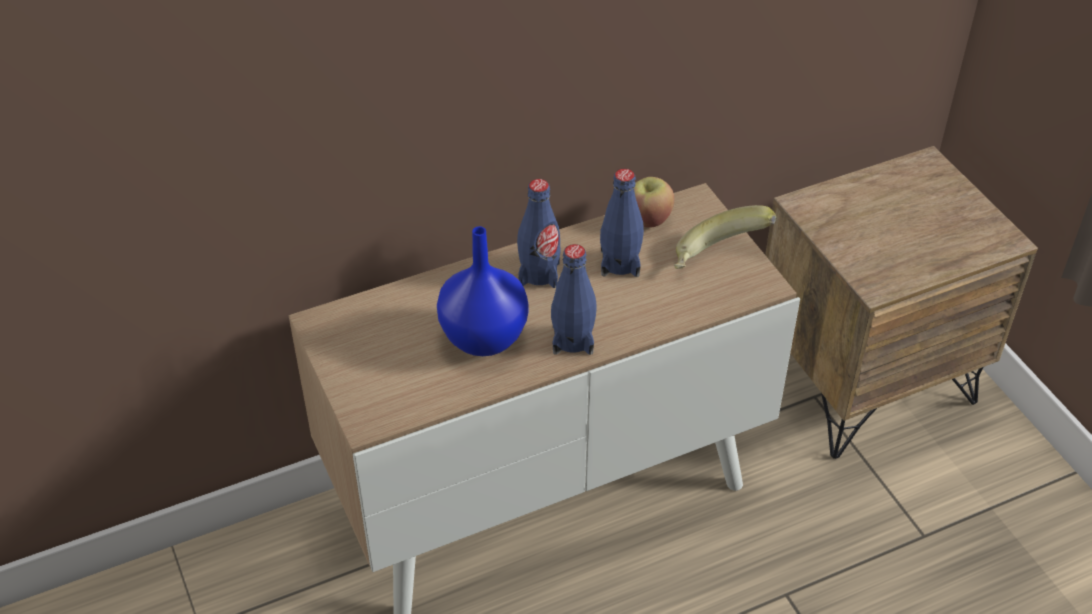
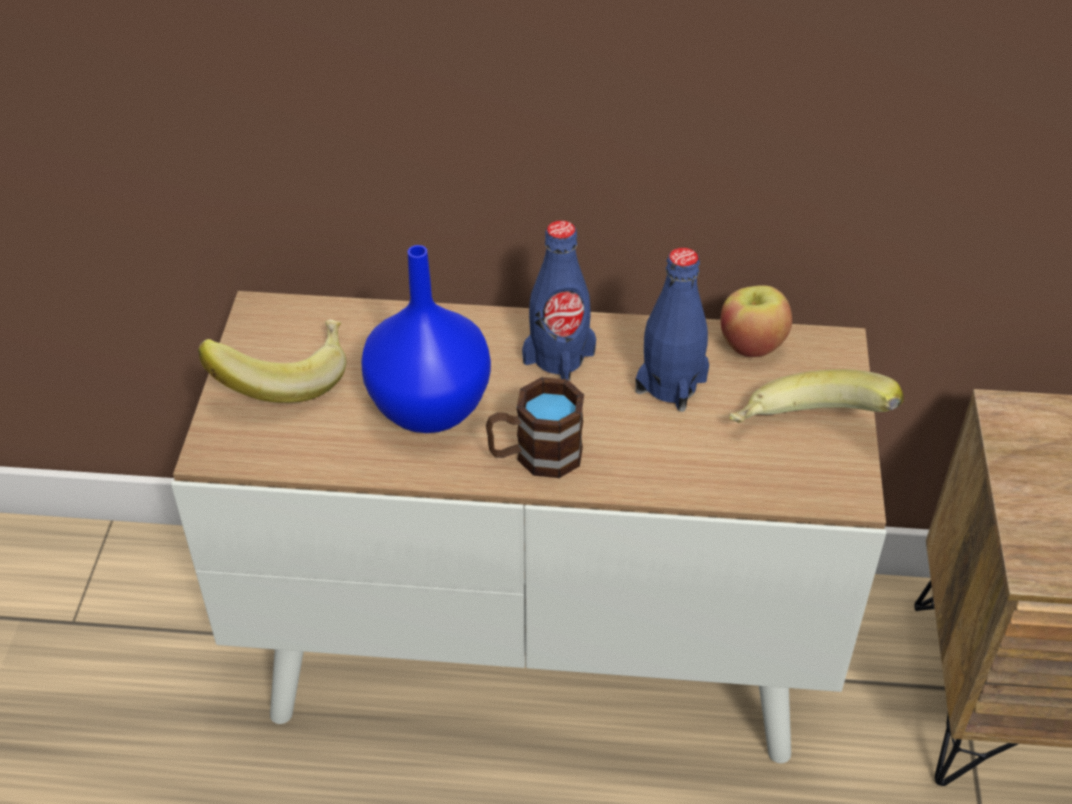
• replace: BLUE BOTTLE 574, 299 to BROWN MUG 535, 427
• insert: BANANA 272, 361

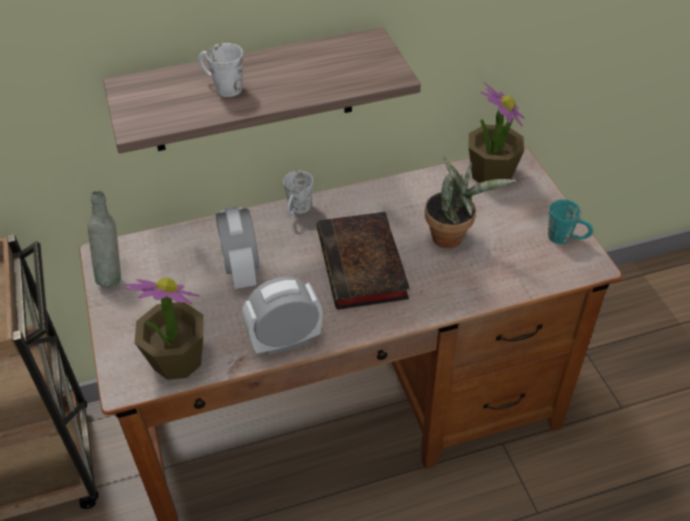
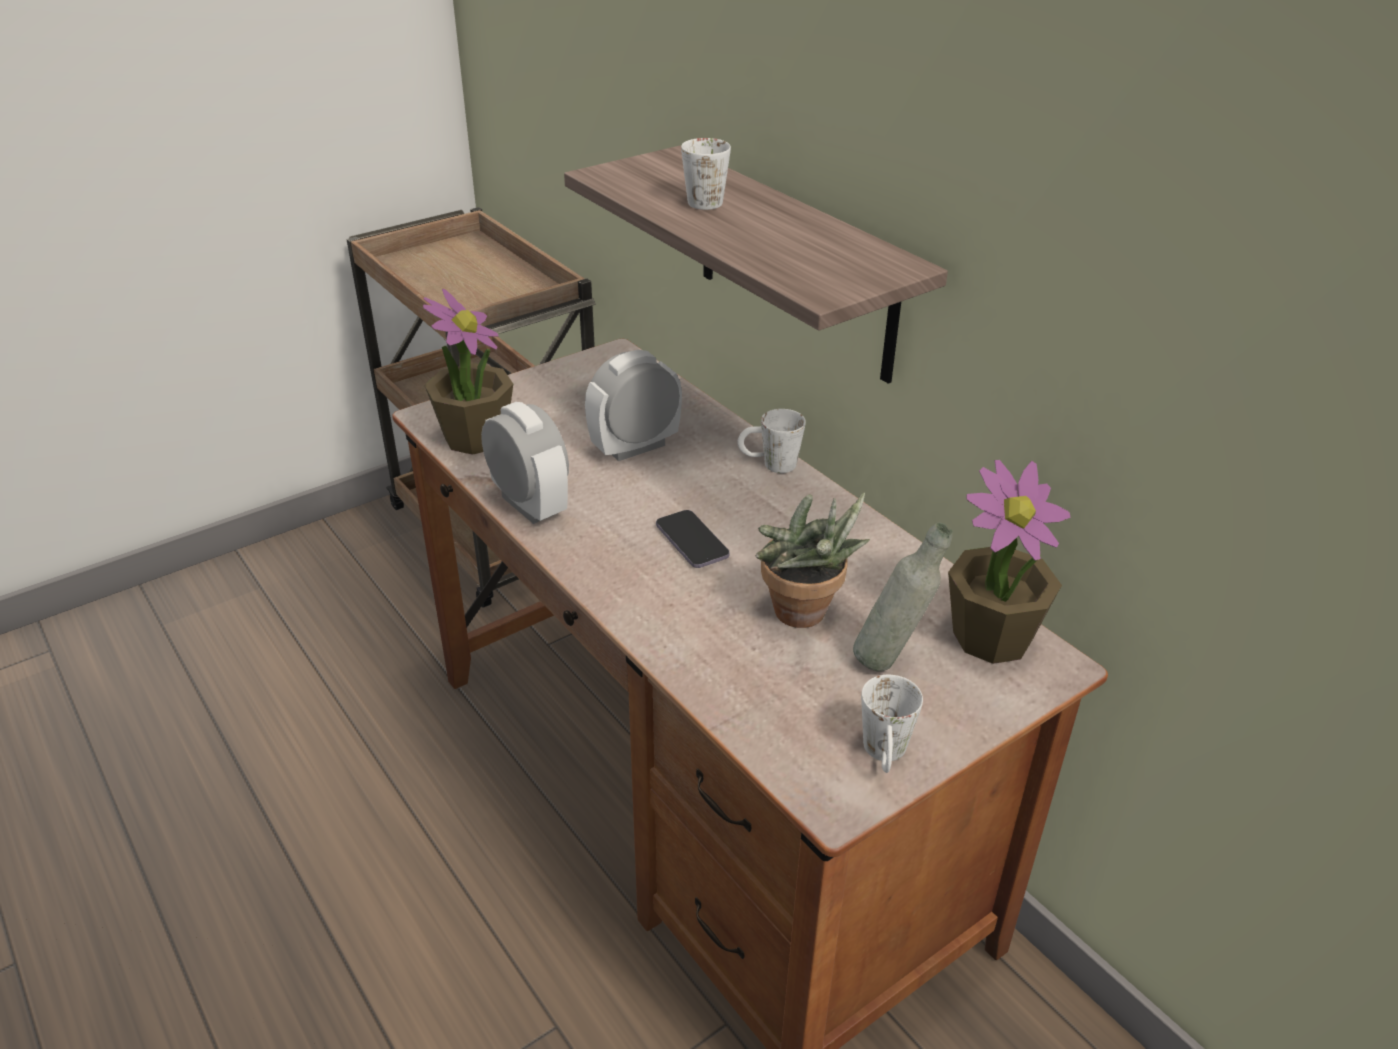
• move: GREY BOTTLE 104, 239 to 903, 597
• replace: BOOK 363, 261 to PHONE 693, 539
• recolor: TURQUOISE MUG 570, 221 to WHITE MUG 892, 724

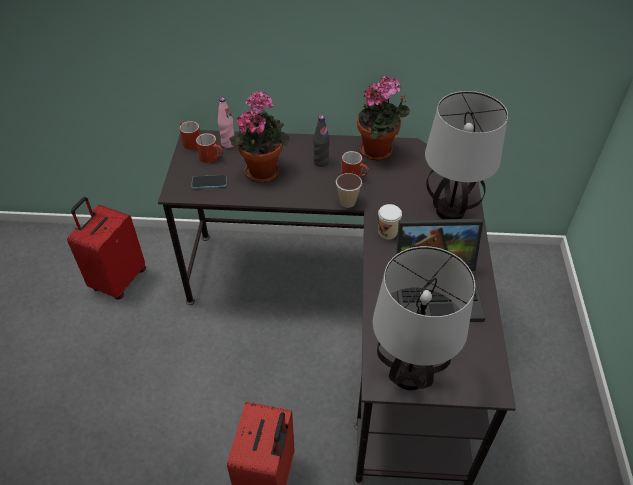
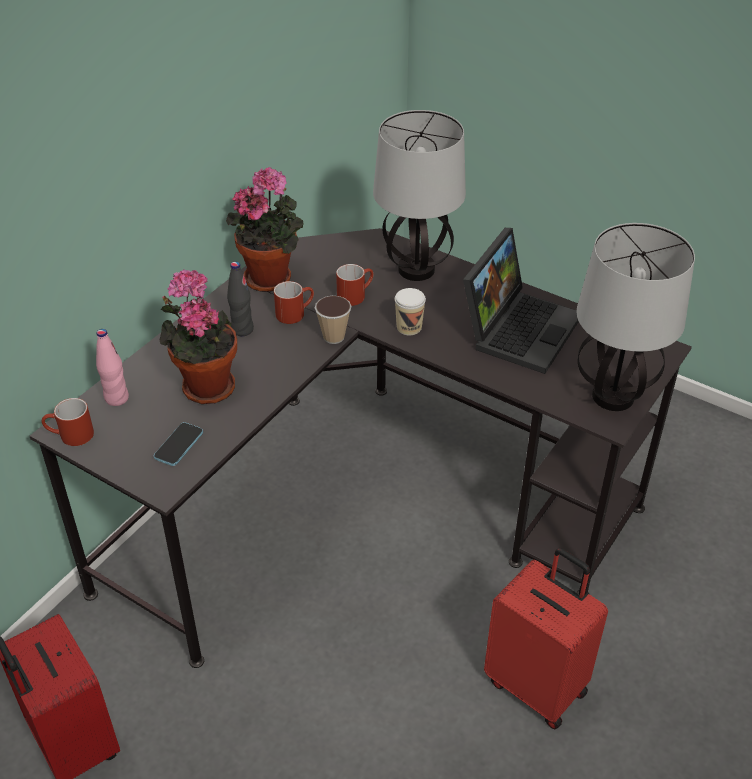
• move: RED MUG 209, 148 to 355, 285

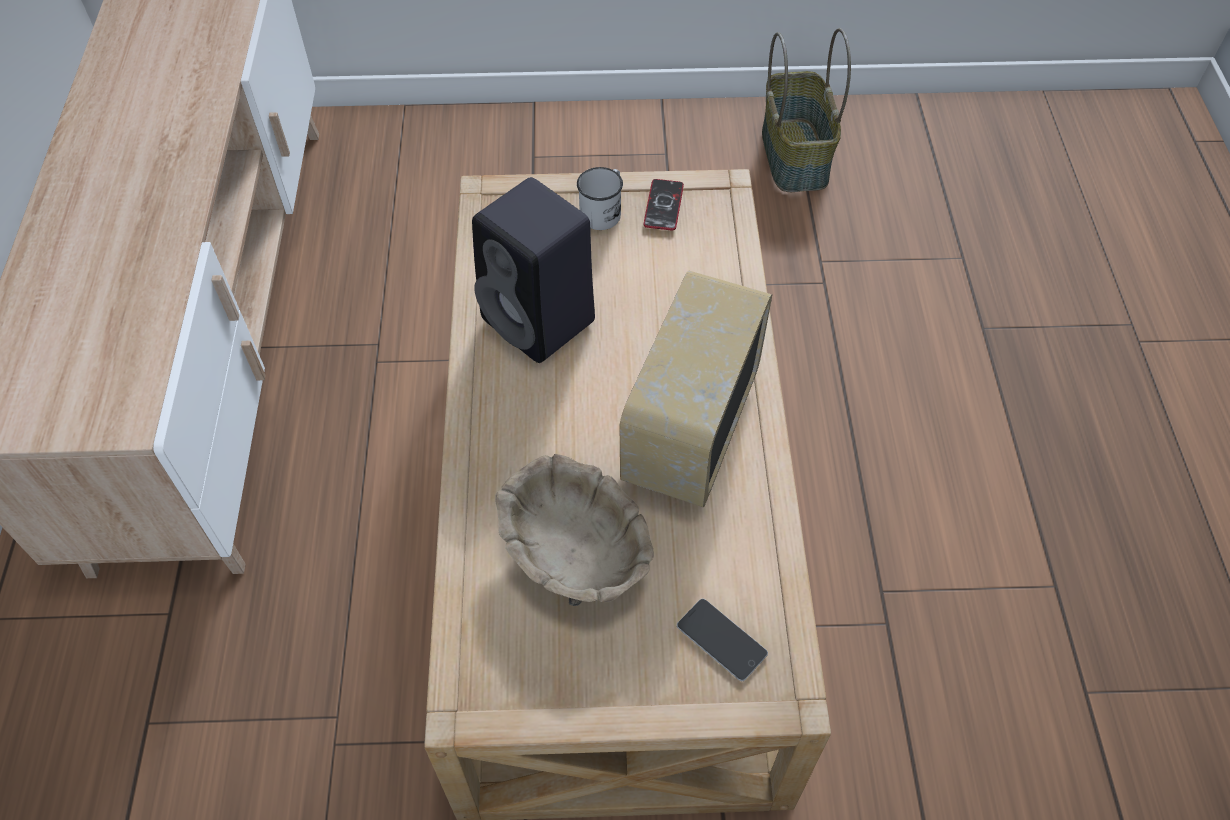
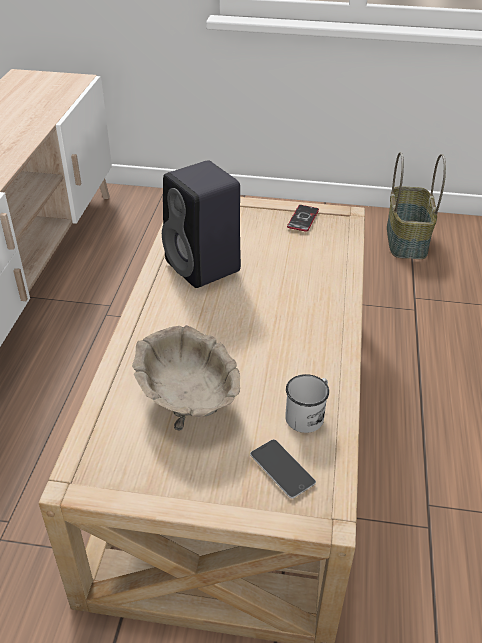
• move: WHITE MUG 600, 198 to 307, 403
• delete: RADIO 696, 389

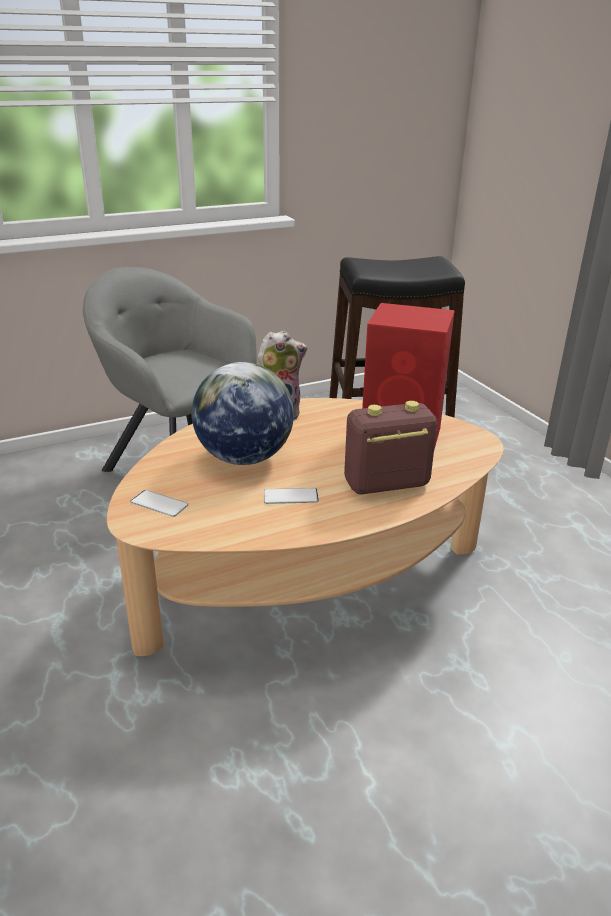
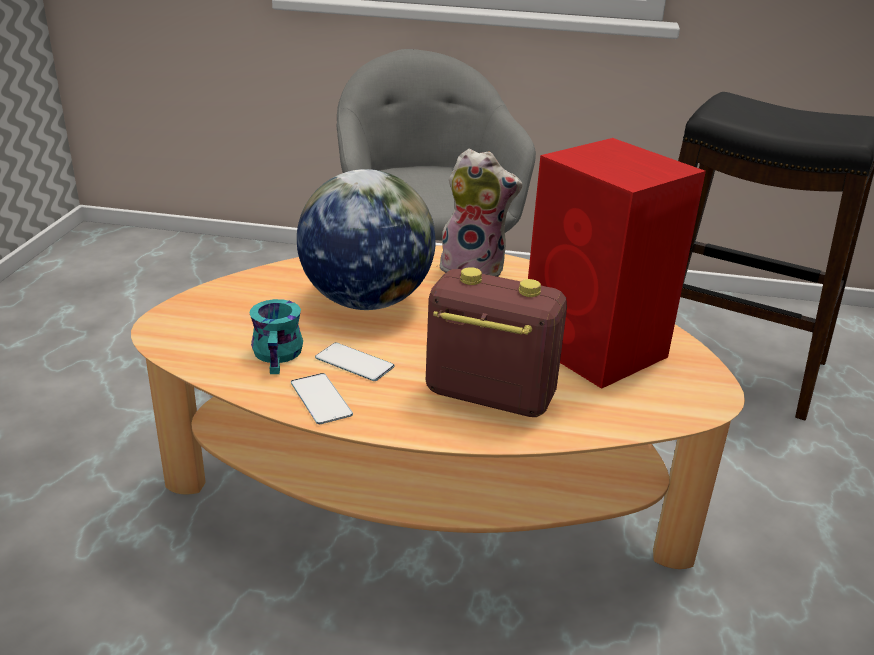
• move: PHONE 159, 503 to 322, 398
• insert: TURQUOISE MUG 276, 336

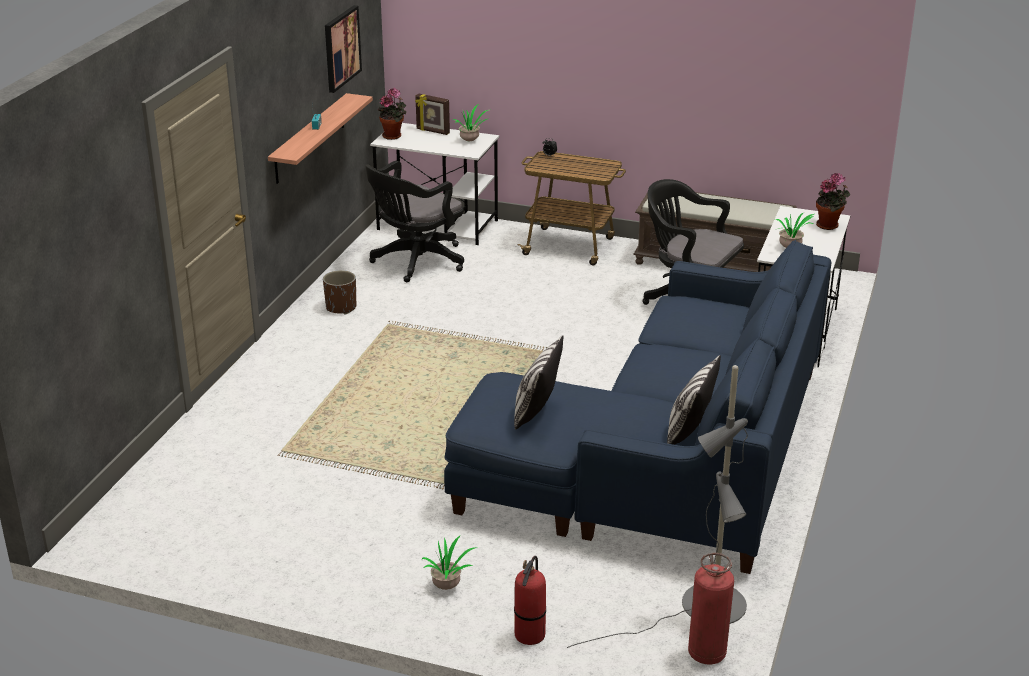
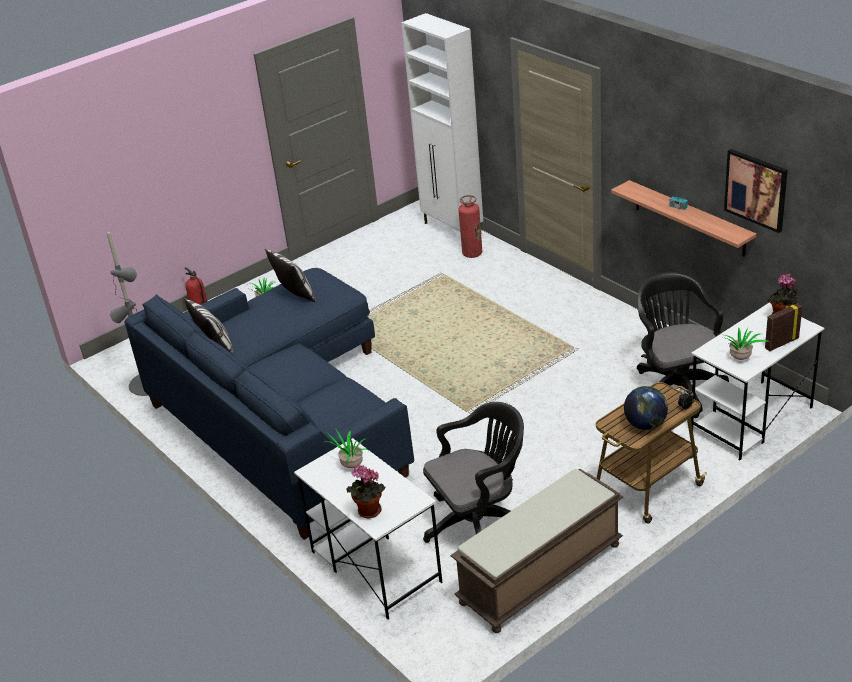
• delete: BROWN PLANTER 339, 292
• move: FIRE EXTINGUISHER 711, 608 to 470, 226
• insert: WHITE CABINET 442, 122
• insert: GLOBE 646, 408

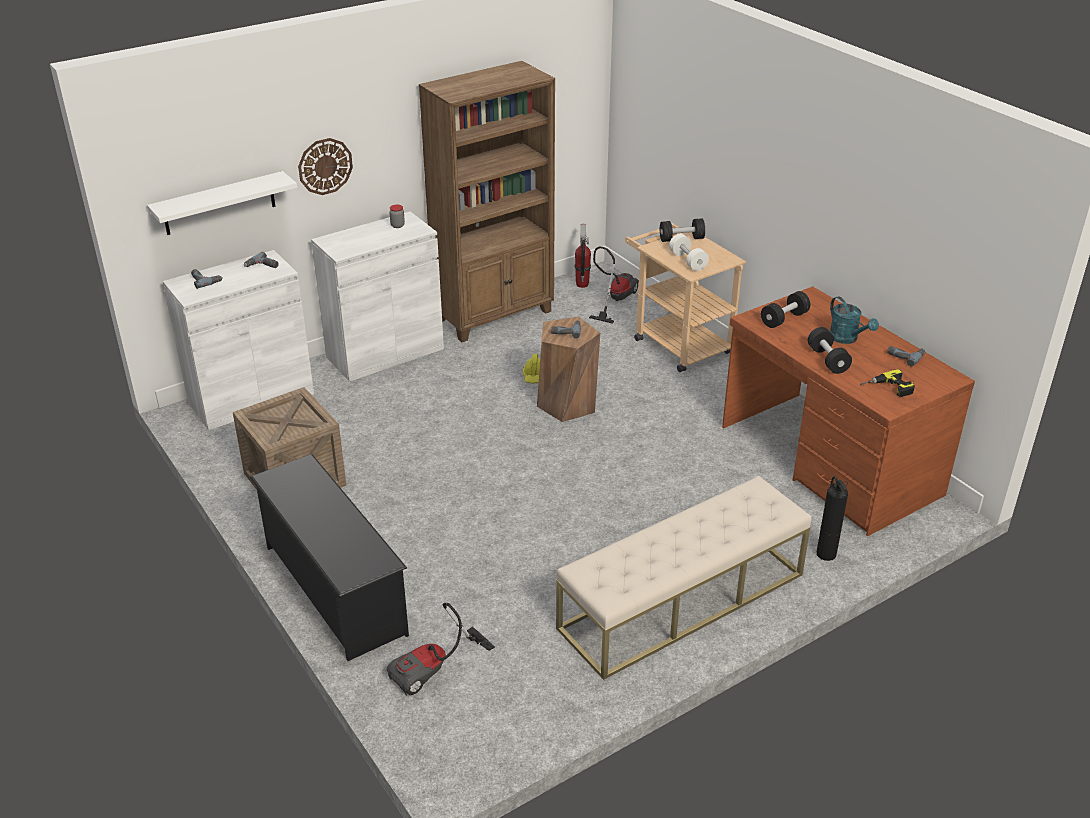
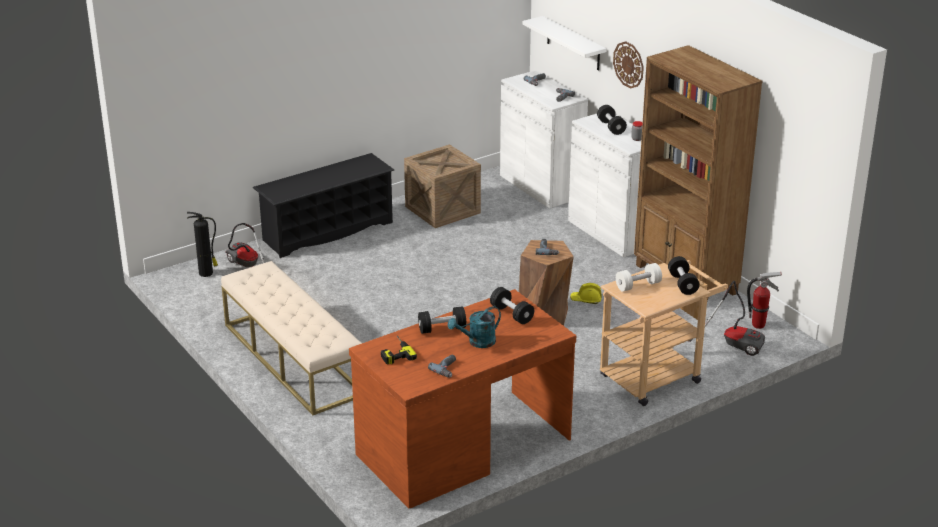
• move: FIRE EXTINGUISHER 832, 518 to 202, 244
• insert: BLACK DUMBBELL 612, 120

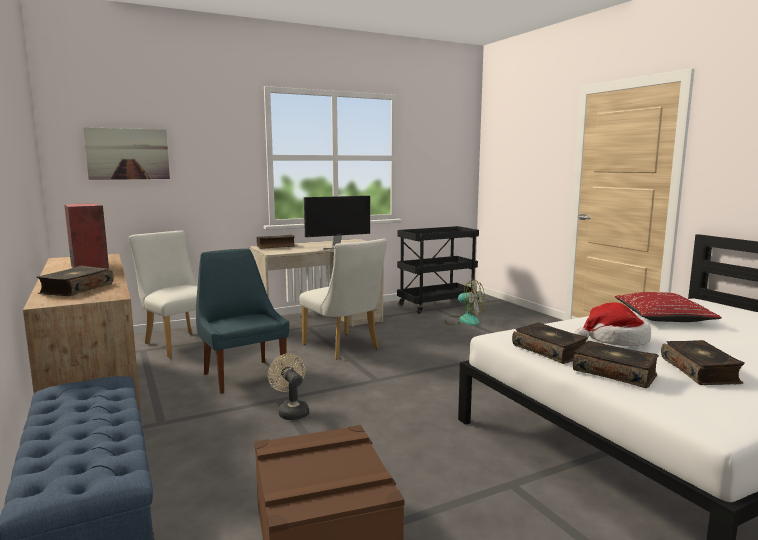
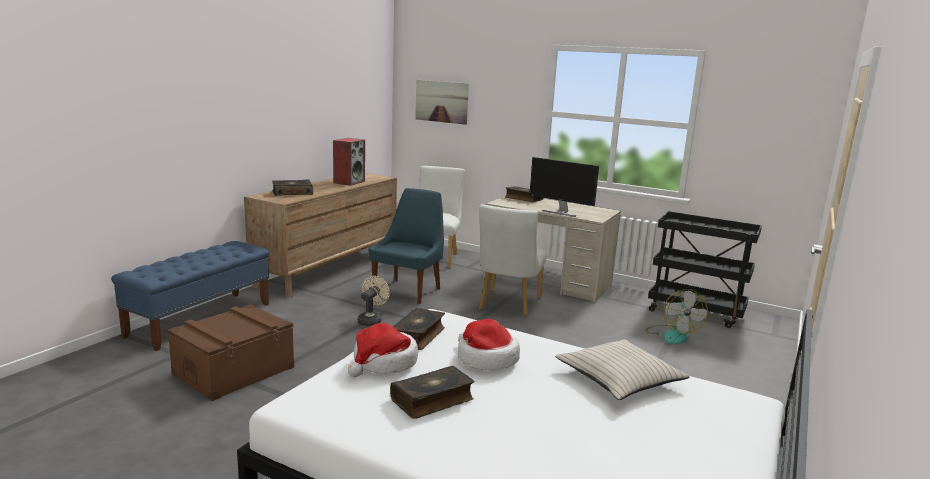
• replace: BOOK 616, 364 to HAT 383, 350
• recolor: RED PILLOW 668, 307 to BEIGE PILLOW 622, 369

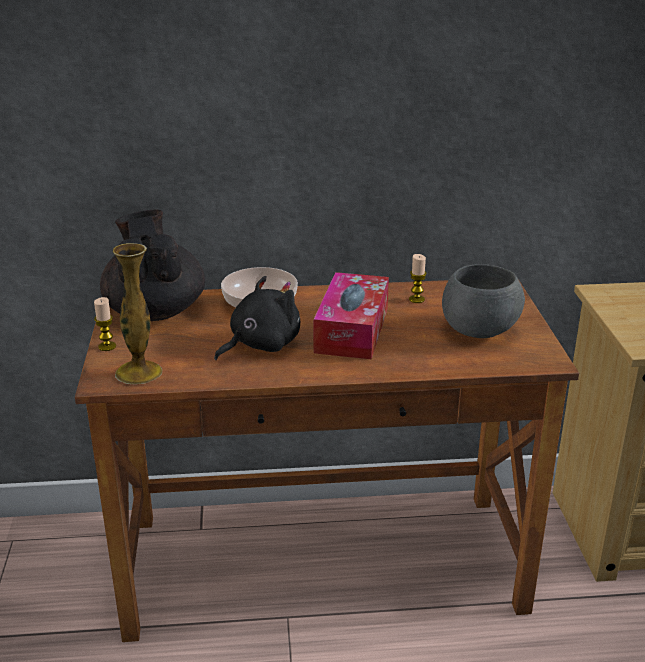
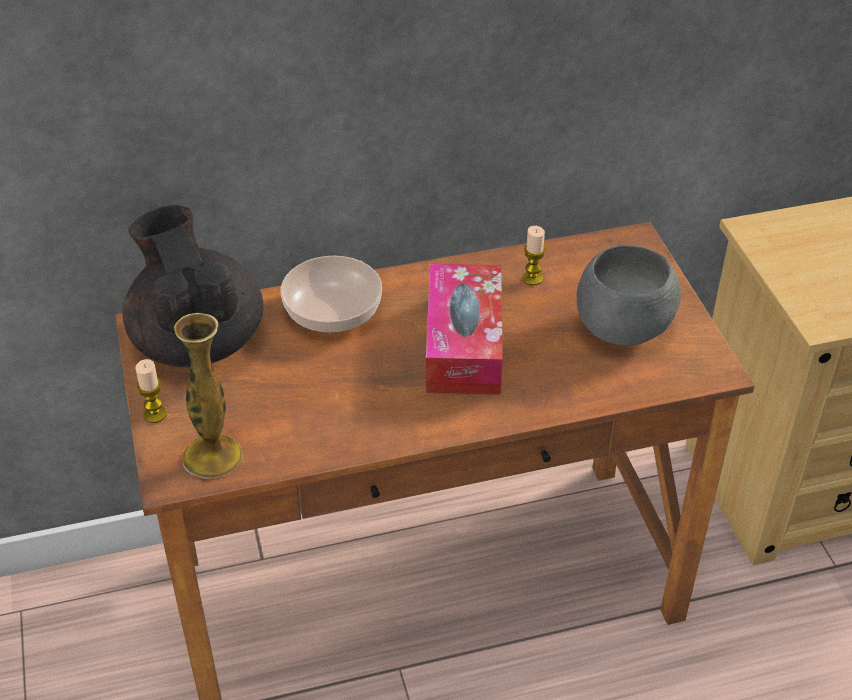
• delete: BLACK PLUSH TOY 257, 318

